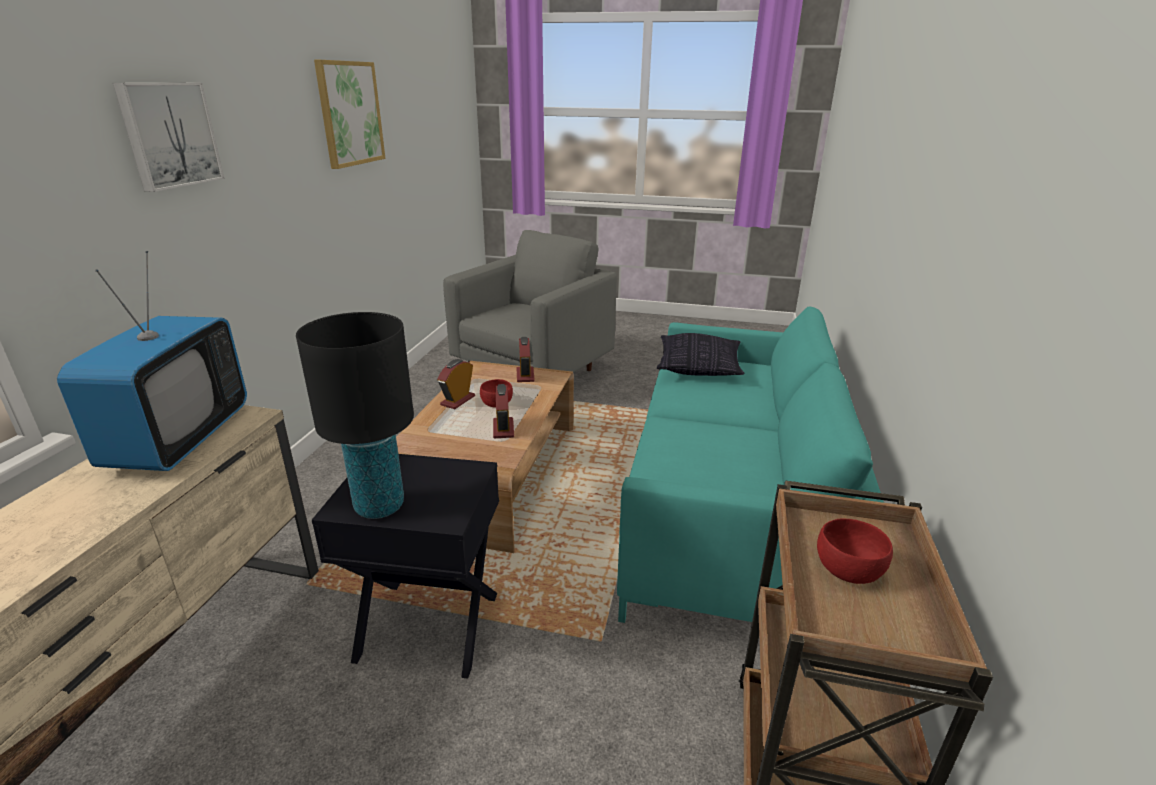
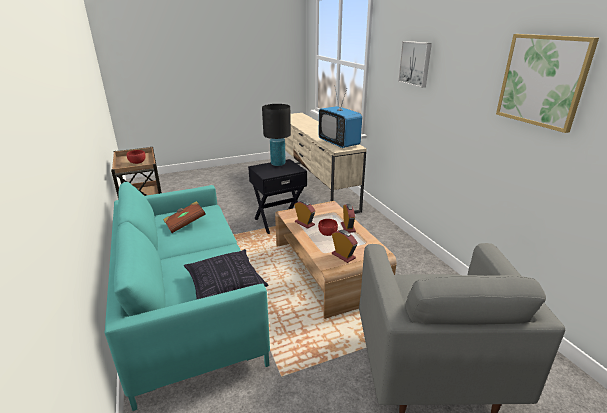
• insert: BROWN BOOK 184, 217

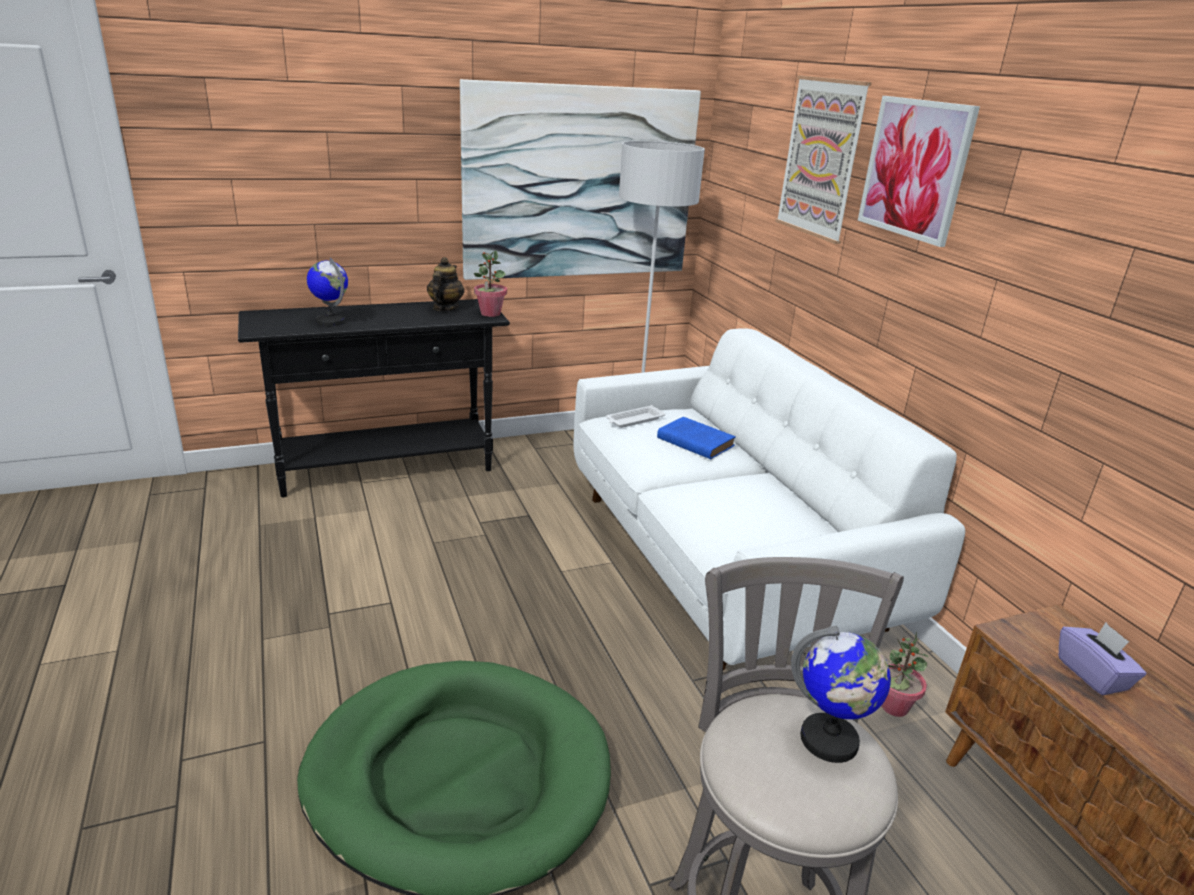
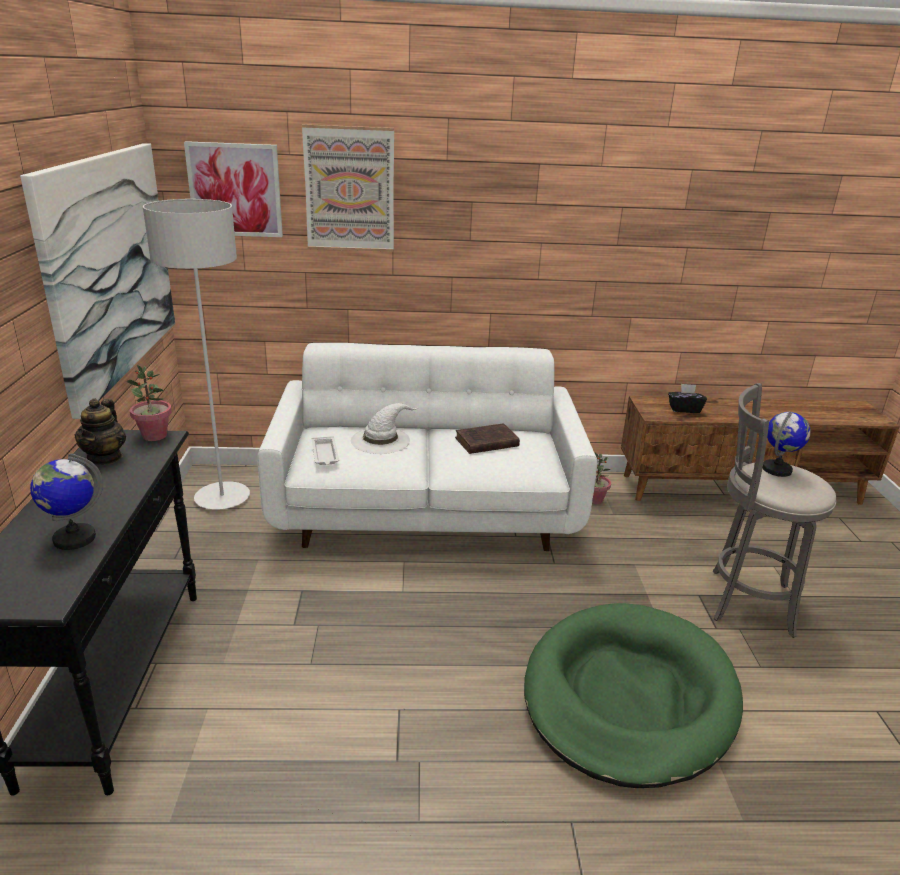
• rotate: TEAPOT 445, 284 = 100, 431 120 degrees counterclockwise
• replace: BLUE BOOK 696, 438 to WHITE HAT 385, 428
• move: PICTURE 919, 171 to 233, 189
• recolor: PURPLE TISSUE BOX 1102, 659 to BLACK TISSUE BOX 687, 398
• insert: BROWN BOOK 487, 438

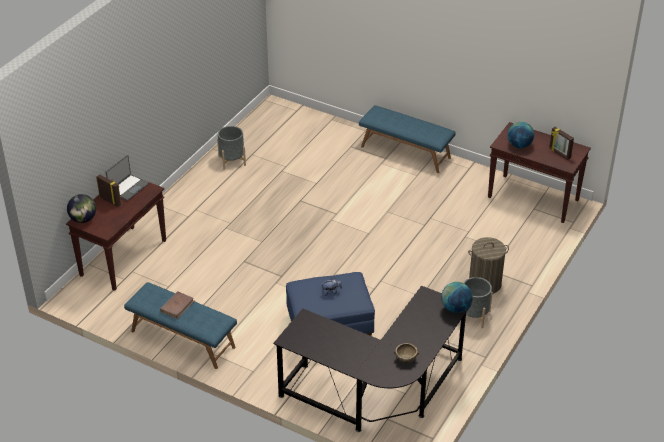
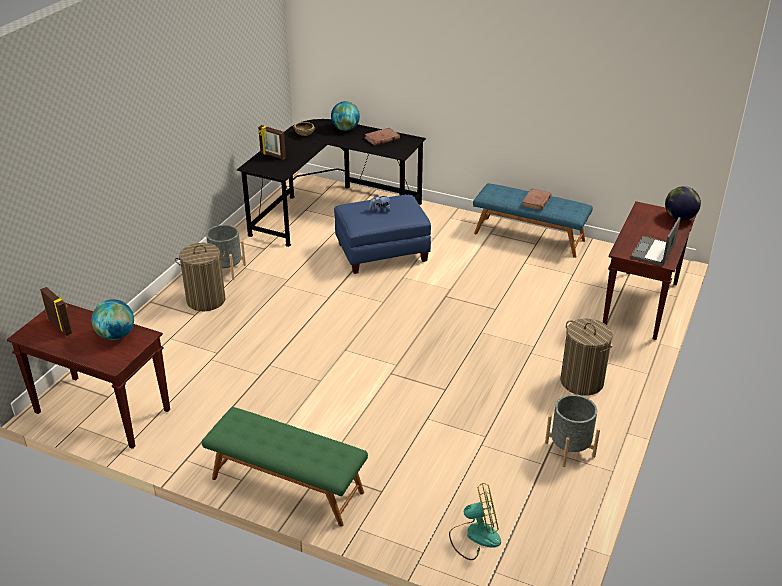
• move: PICTURE FRAME 108, 190 to 272, 142
• recolor: BLUE BENCH 407, 139 to GREEN BENCH 284, 467
• move: GLOBE 457, 297 to 345, 116
• insert: BROWN BOOK 382, 137
• insert: FAN 475, 521
• insert: LAUNDRY BASKET 586, 357

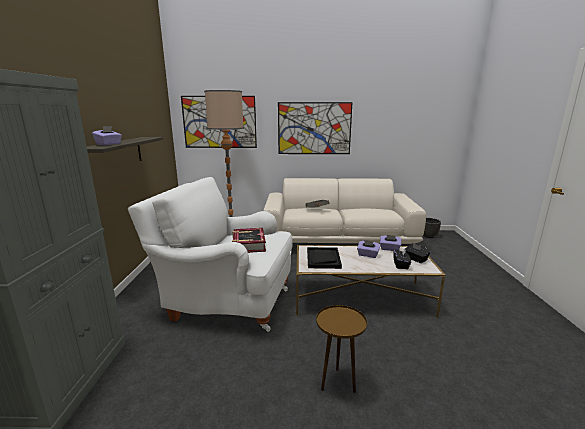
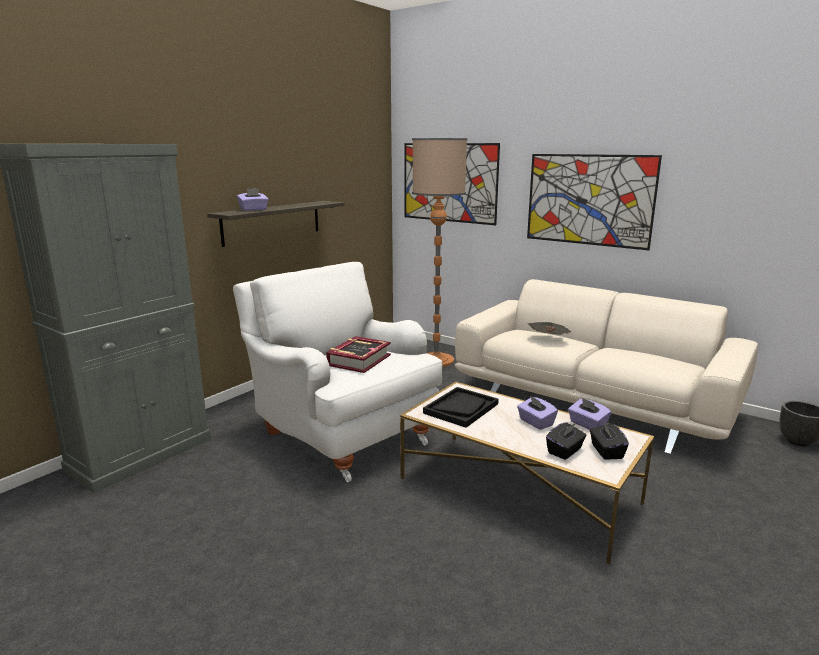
• delete: BROWN SIDE TABLE 341, 349

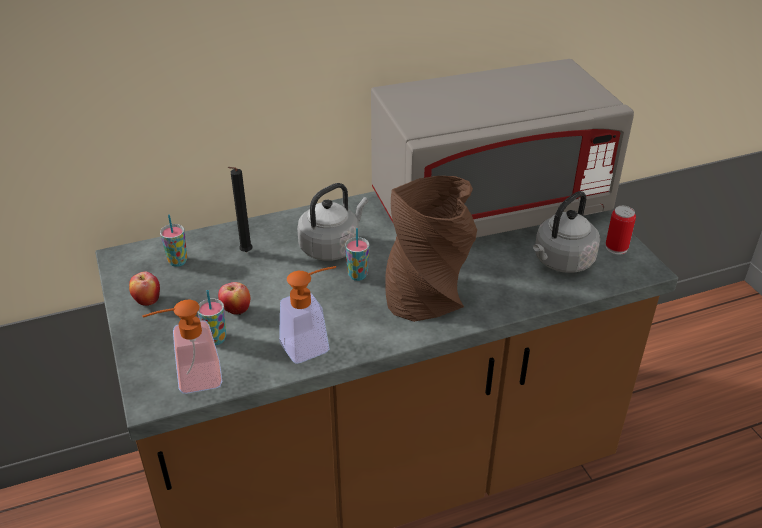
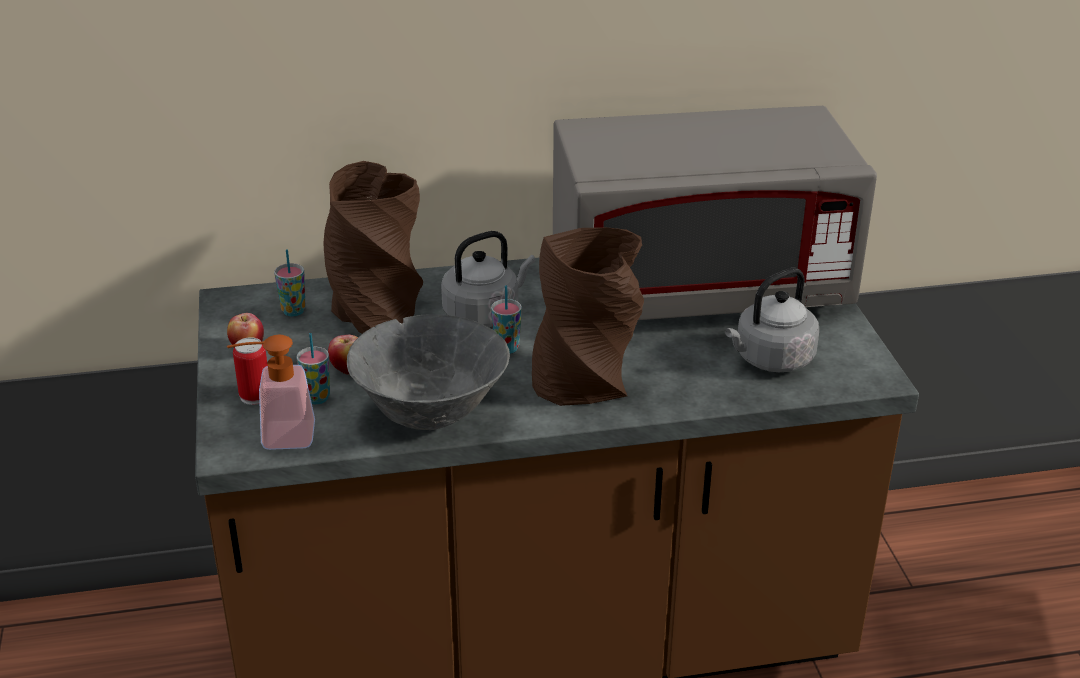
• replace: BLACK CANDLE 240, 209 to BROWN VASE 373, 247
• replace: SOAP DISPENSER 307, 315 to GREY BOWL 428, 372
• move: CAN 620, 230 to 250, 371

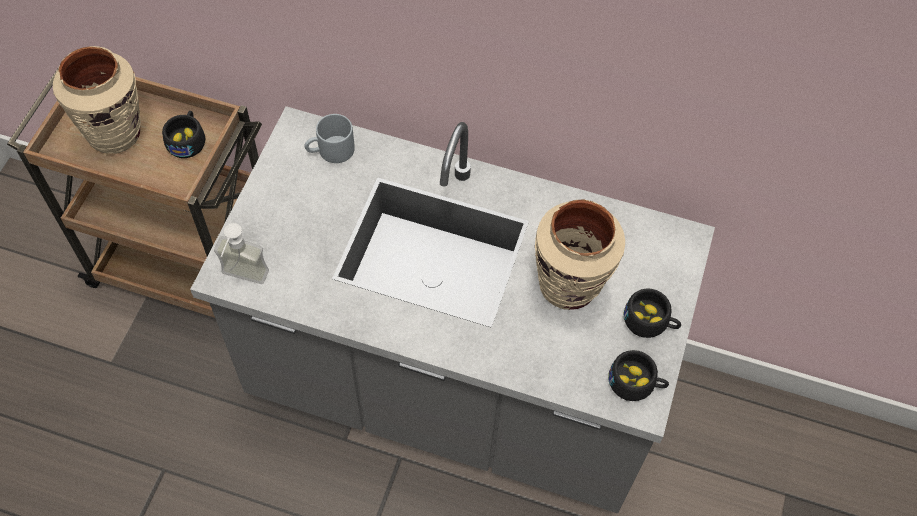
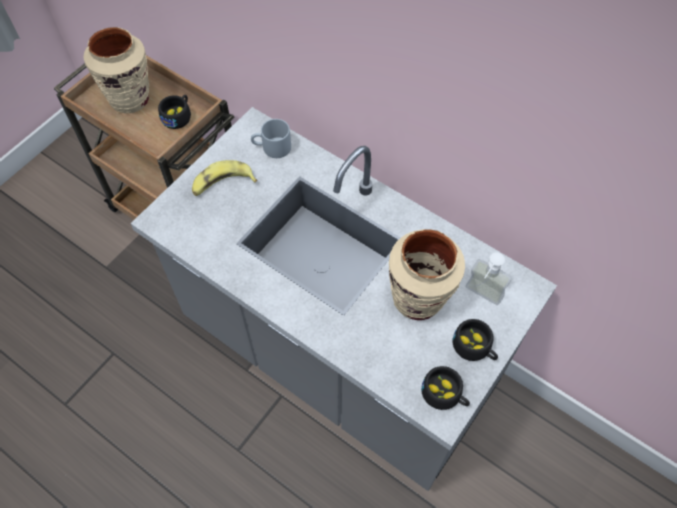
• move: SOAP DISPENSER 241, 253 to 489, 279
• insert: BANANA 224, 178

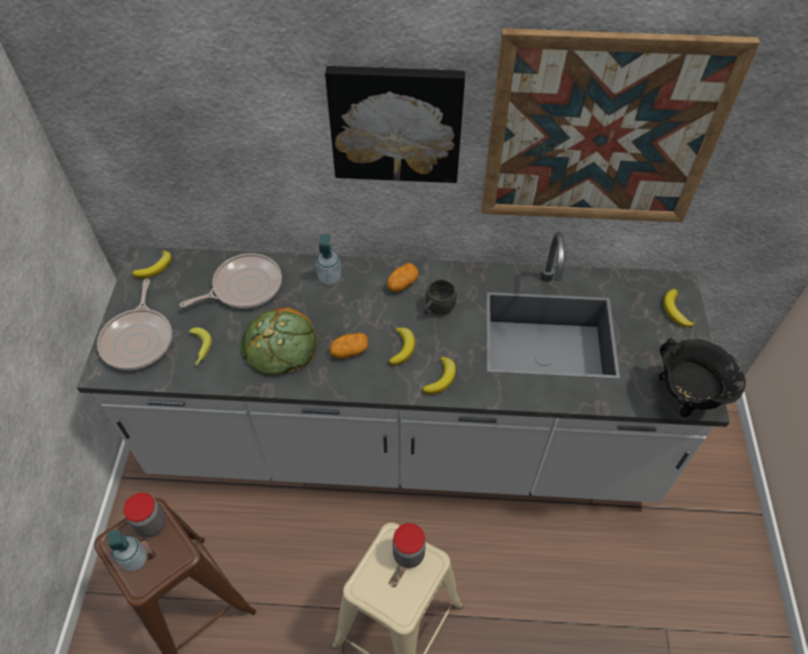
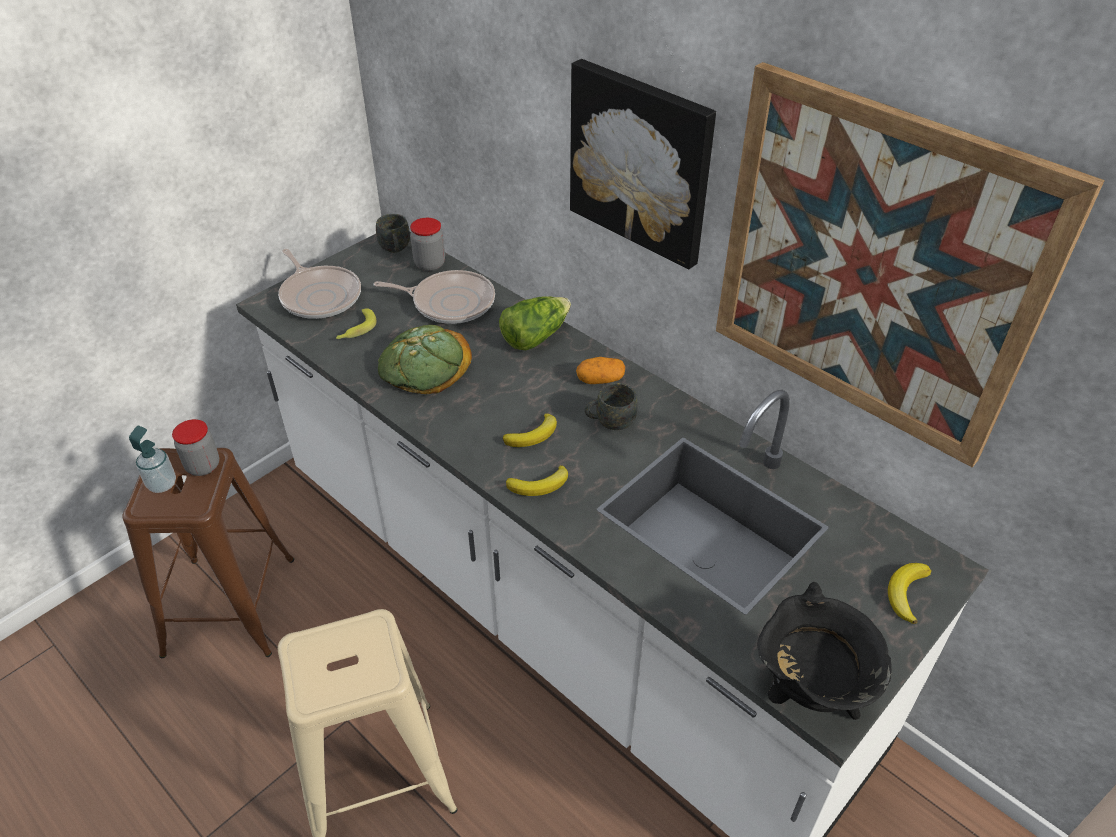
• rotate: FRYING PAN 134, 324 = 319, 284 75 degrees counterclockwise
• replace: BANANA 152, 265 to GREY MUG 393, 233
• replace: SOAP DISPENSER 328, 259 to LETTUCE 535, 323
• delete: POTATO 349, 346
• move: JAR 409, 545 to 427, 244

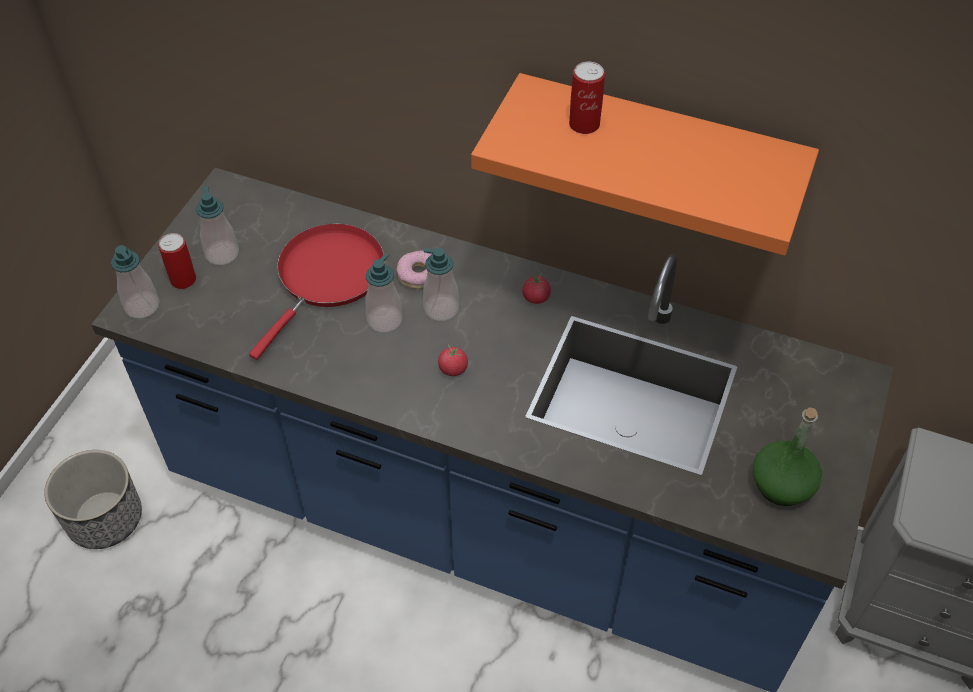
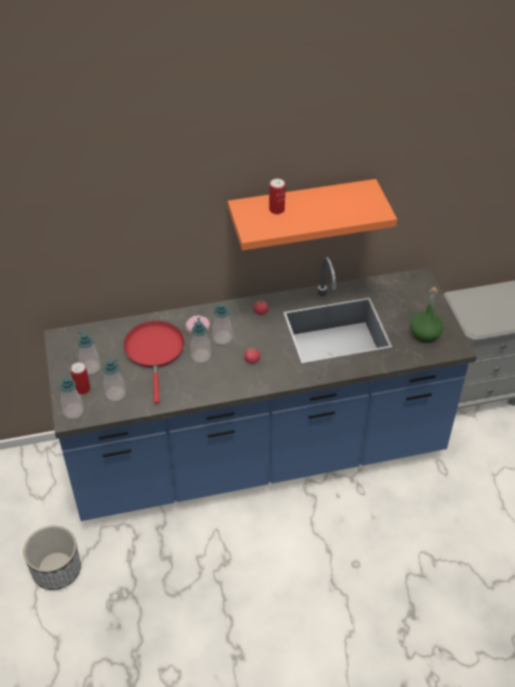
• insert: SOAP DISPENSER 114, 379

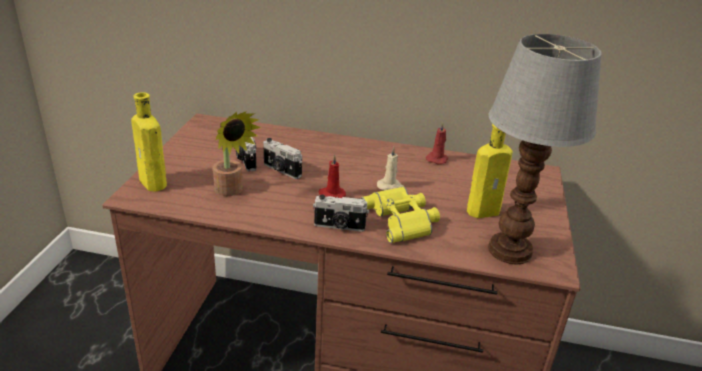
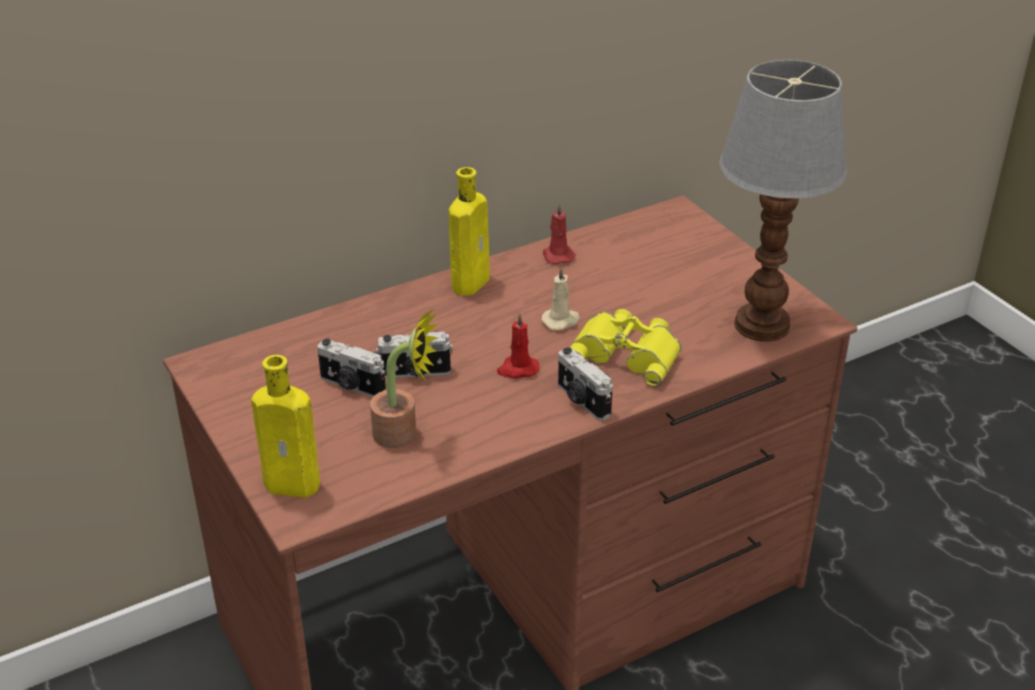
• rotate: PHOTO CAMERA 341, 213 = 585, 384 90 degrees clockwise
• move: YELLOW BOTTLE 490, 171 to 469, 231

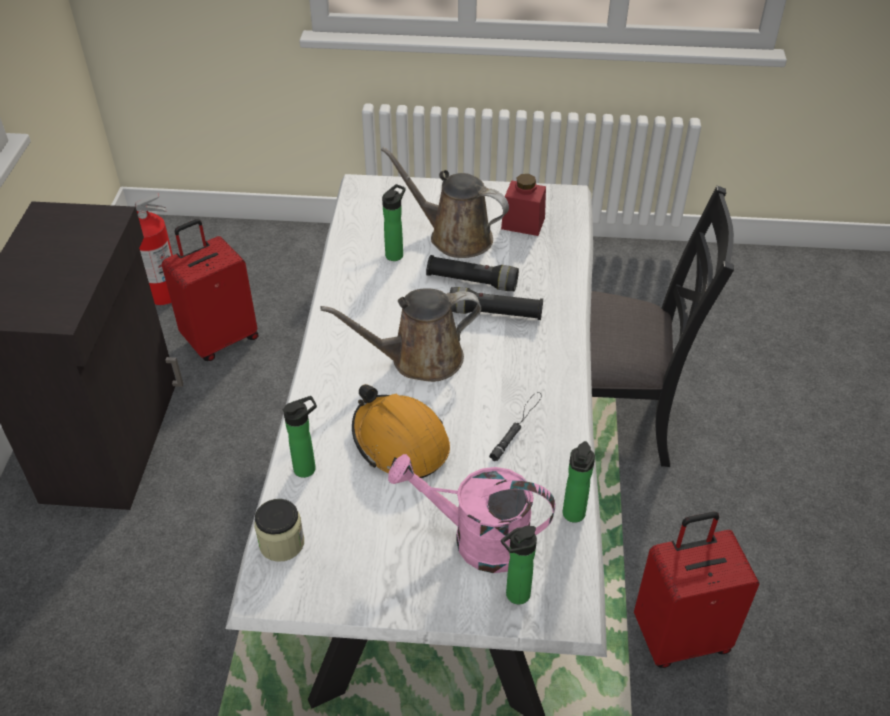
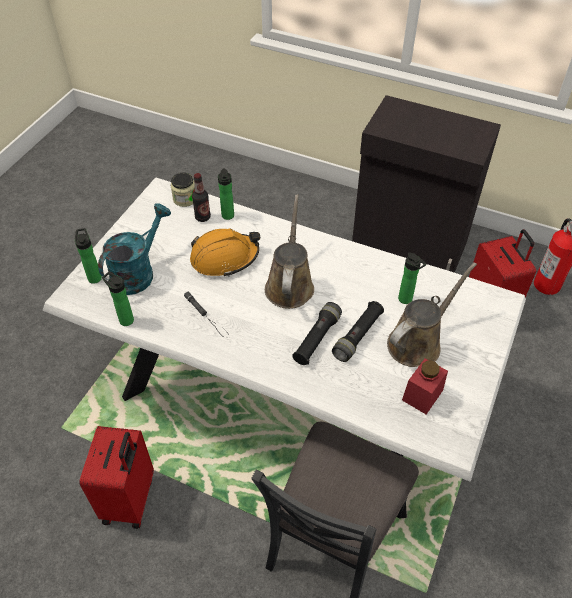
• recolor: PINK WATERING CAN 471, 513 to TURQUOISE WATERING CAN 134, 249
• insert: BOTTLE 201, 197

